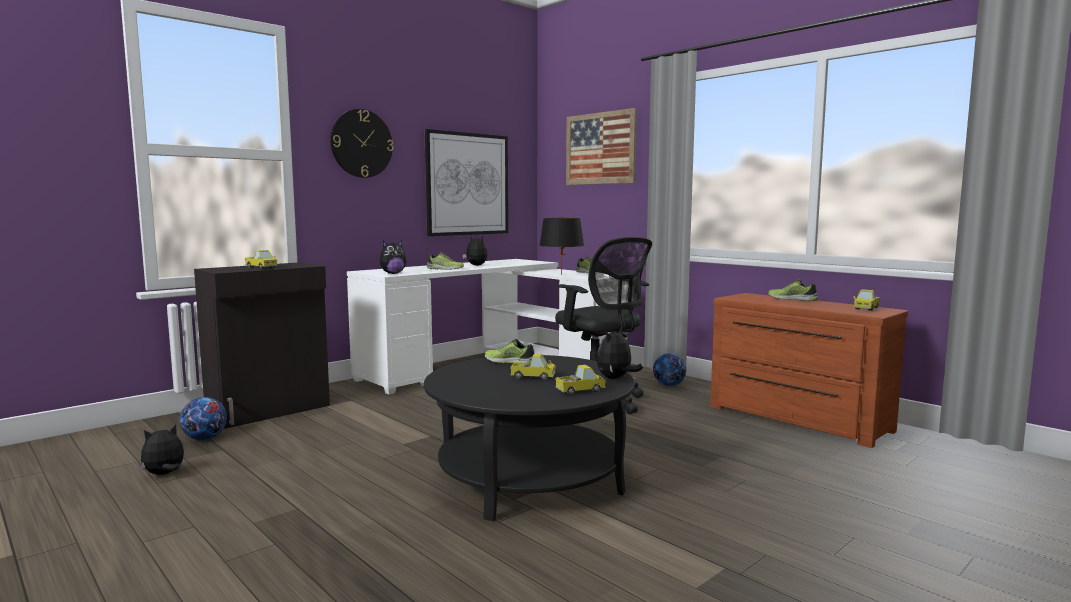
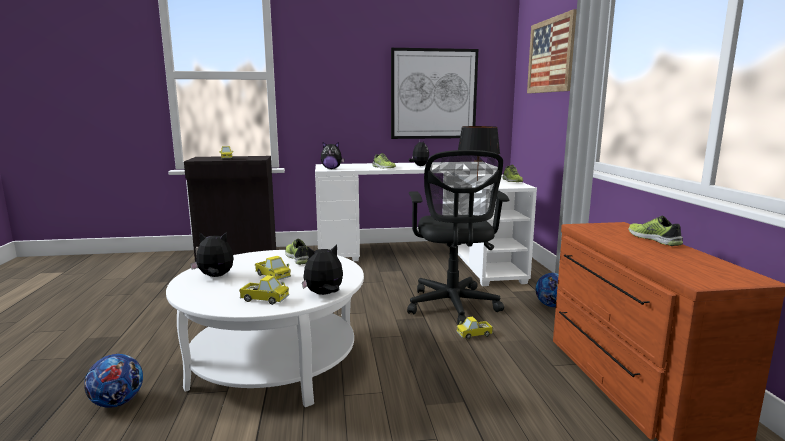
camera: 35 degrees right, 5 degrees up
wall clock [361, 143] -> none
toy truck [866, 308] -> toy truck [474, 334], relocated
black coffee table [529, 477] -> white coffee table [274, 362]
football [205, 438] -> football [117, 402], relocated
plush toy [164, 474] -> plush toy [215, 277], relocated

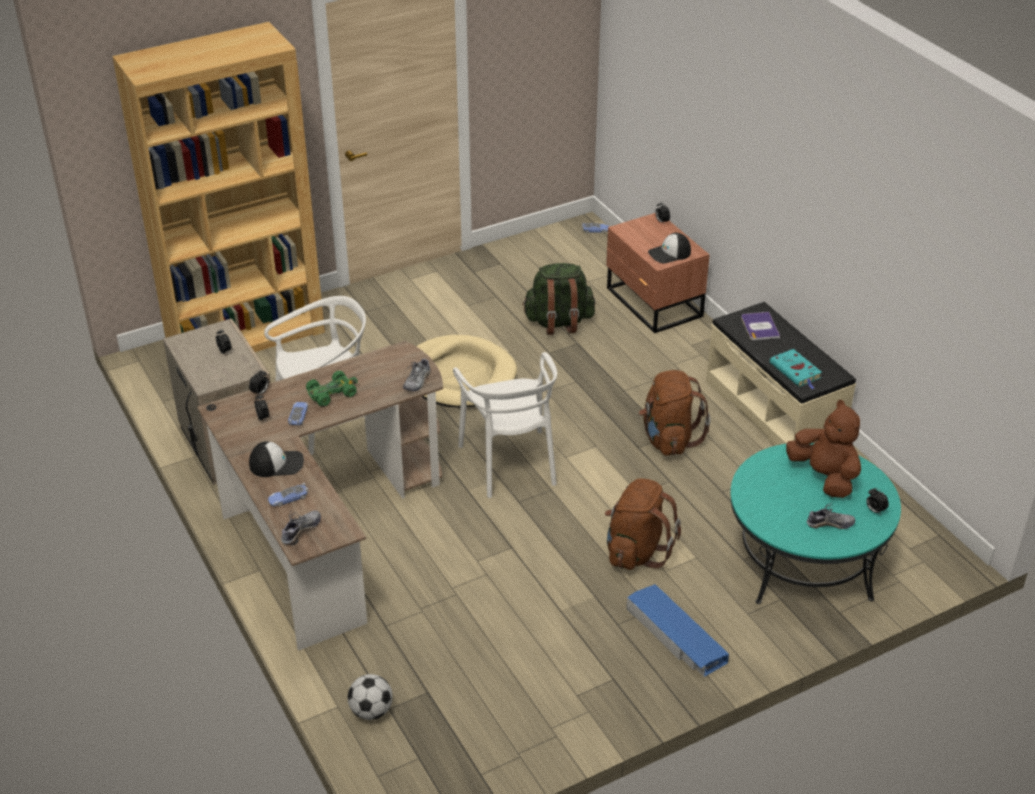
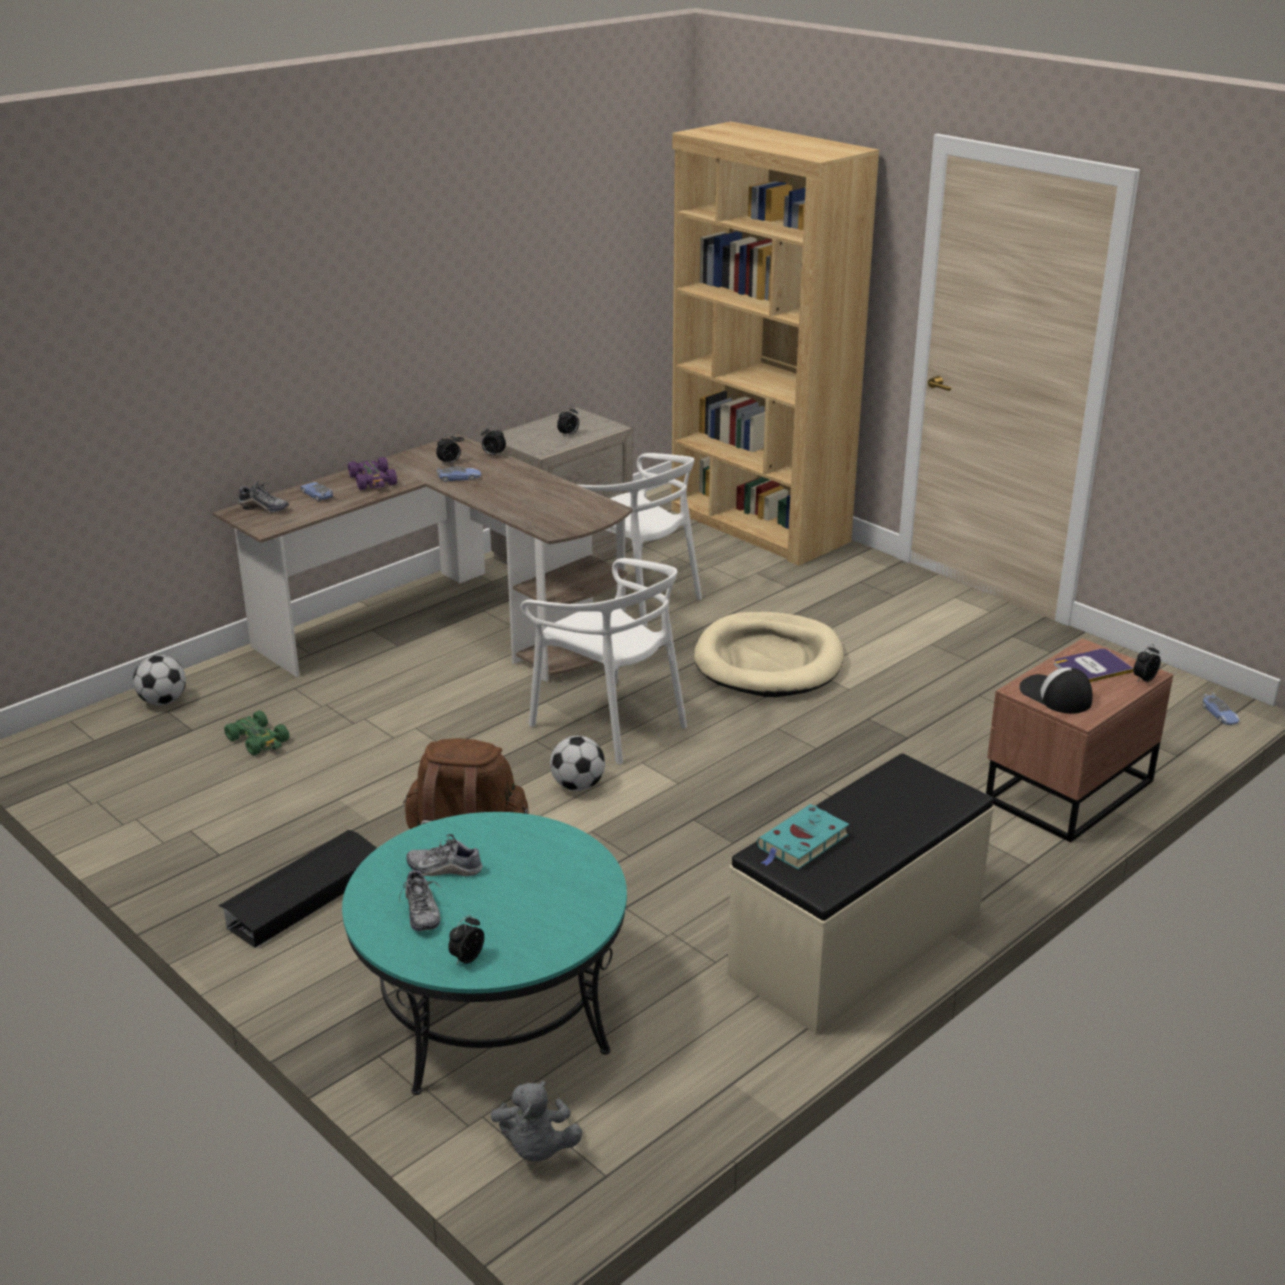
camera: 75 degrees right, 10 degrees down
green backpack [559, 322] -> none
book [759, 327] -> book [1092, 667], relocated
white chair [510, 463] -> white chair [610, 723], 105 degrees counterclockwise
shoe [417, 381] -> shoe [444, 868], relocated
brown backpack [669, 439] -> none
green toy car [332, 393] -> green toy car [258, 740], relocated
brown plush toy [824, 477] -> none
cap [277, 463] -> purple toy car [373, 481]
blue storage box [676, 636] -> black storage box [304, 896]
none -> football [577, 786]
none -> grey plush toy [536, 1148]

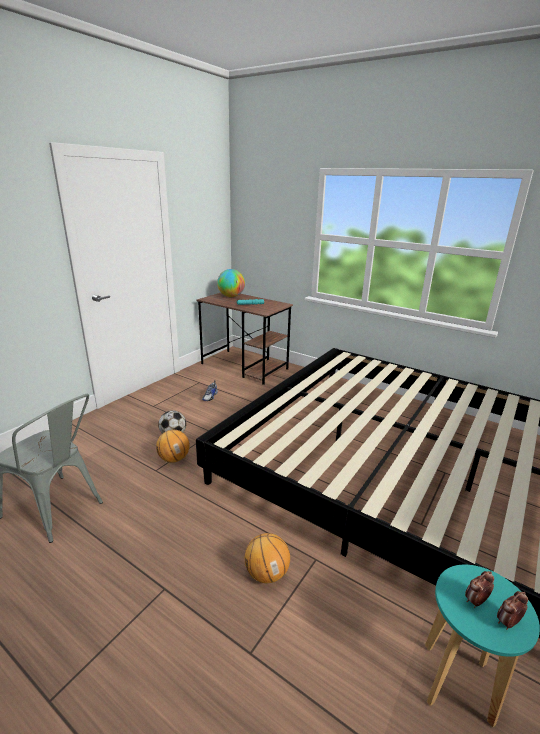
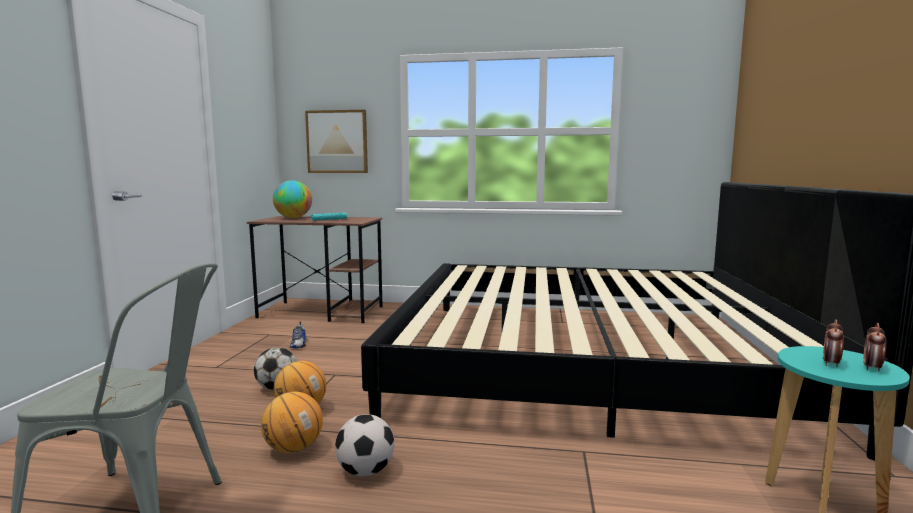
camera: 25 degrees left, 15 degrees down
basketball [266, 573] -> basketball [293, 449], relocated
none -> picture [337, 142]
none -> football [365, 471]

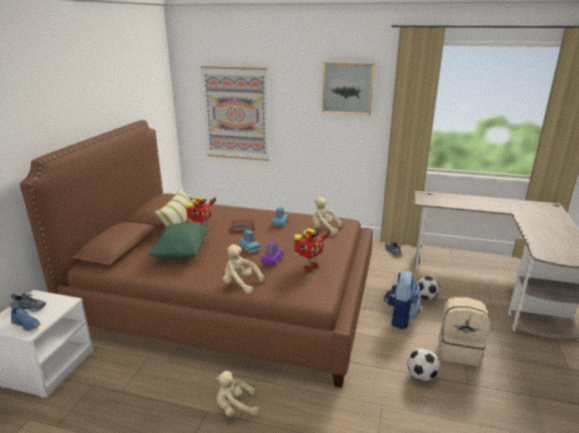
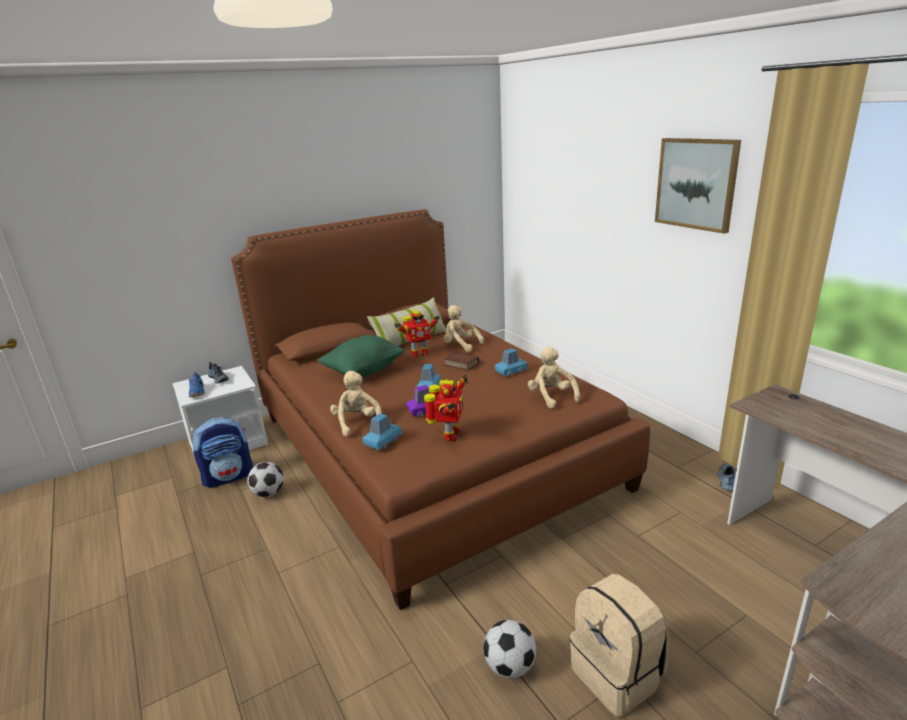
camera: 45 degrees right, 0 degrees up
picture [236, 114] -> none
toy robot [309, 267] -> toy robot [449, 435], 75 degrees counterclockwise
backpack [399, 317] -> backpack [229, 477], relocated
football [425, 298] -> football [268, 493], relocated
beige plush toy [235, 407] -> beige plush toy [460, 345], relocated
none -> blue toy car [383, 441]

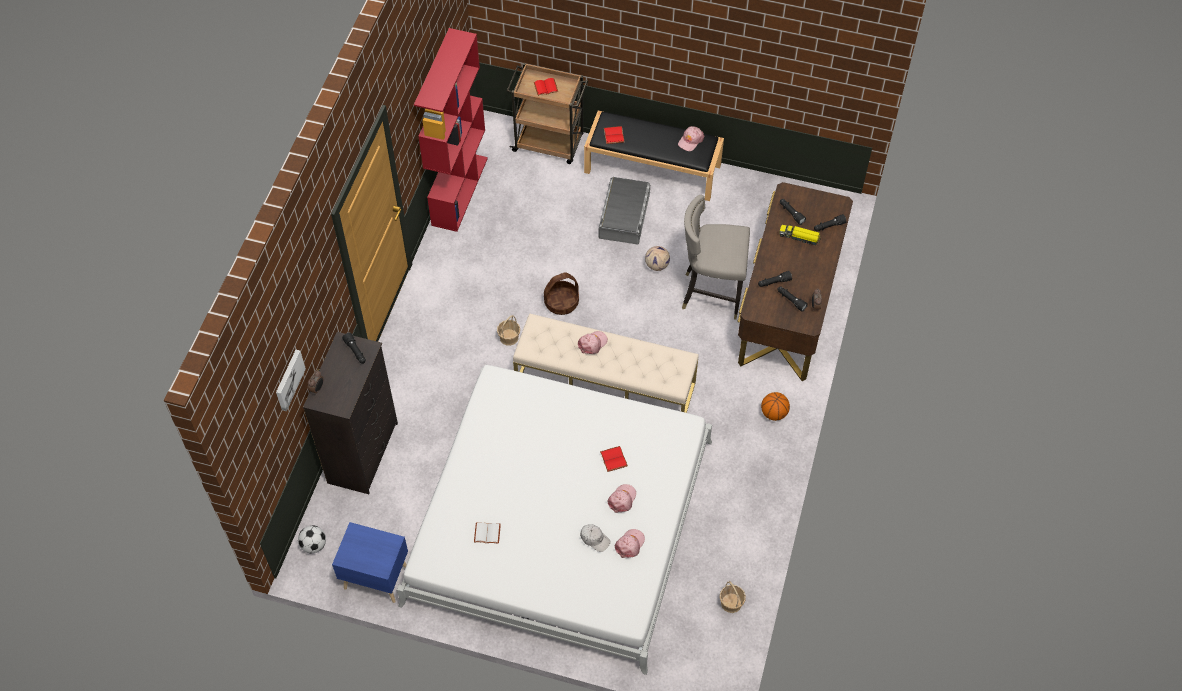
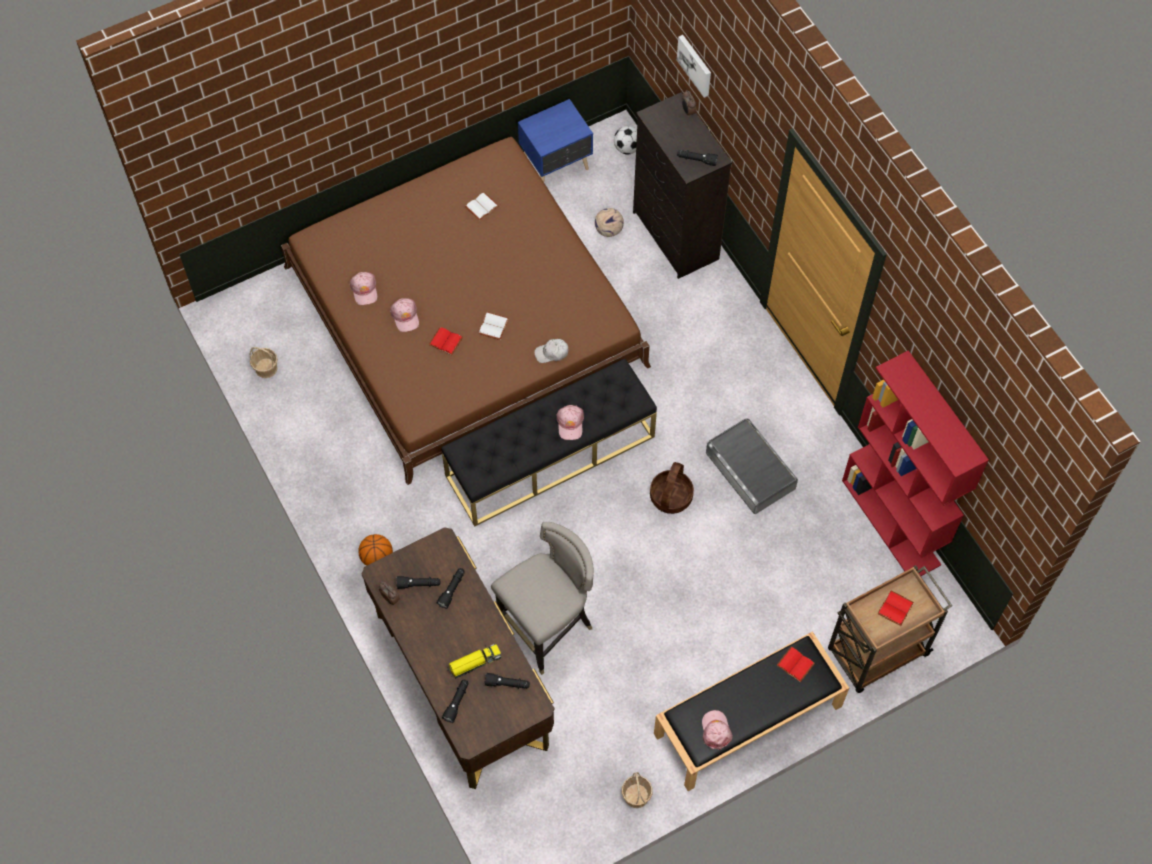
camera: 135 degrees right, 5 degrees up
grey storage box [624, 215] -> grey storage box [750, 470], relocated
football [657, 265] -> football [608, 230], relocated
beige bench [605, 384] -> black bench [550, 456]
basket [509, 337] -> basket [636, 796], relocated
white bed [560, 521] -> brown bed [464, 316]
white cap [594, 539] -> white cap [552, 353], relocated
none -> white book [494, 327]

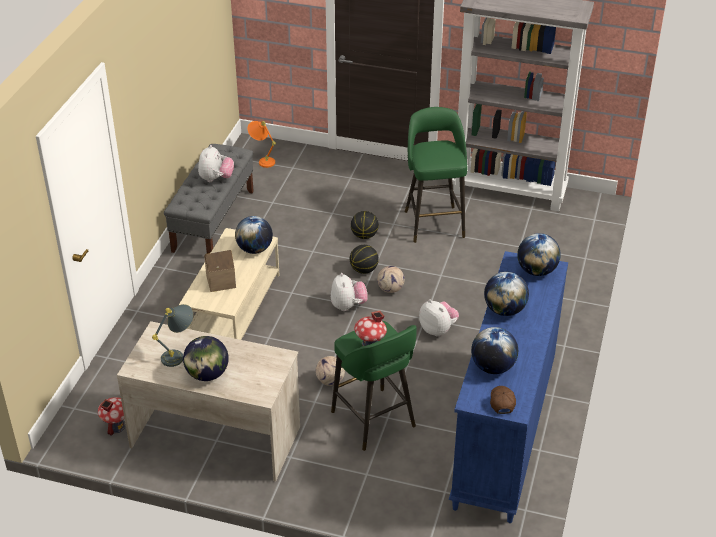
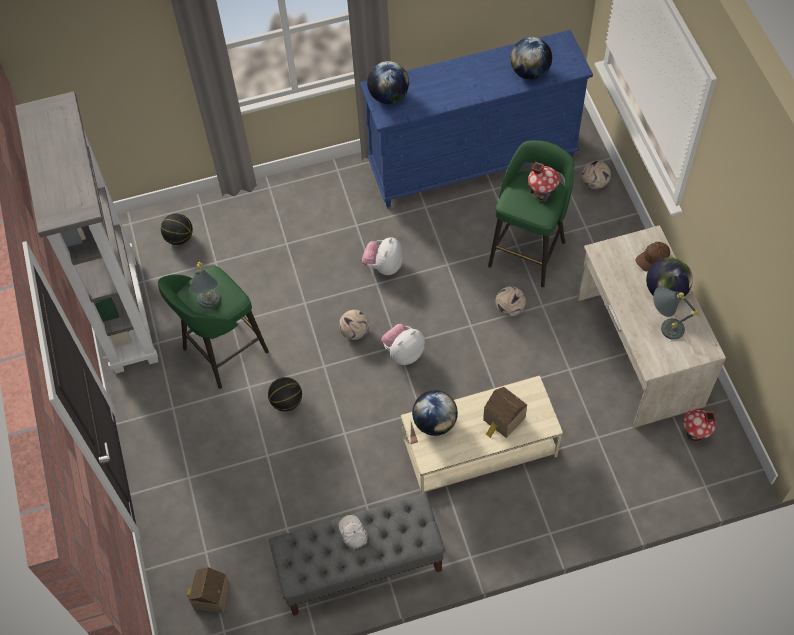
camera: 120 degrees left, 20 degrees up
orange table lamp [262, 160] -> toy house [210, 596]
plush toy [216, 179] -> white cap [353, 534]
basketball [364, 270] -> basketball [179, 237], relocated
globe [504, 310] -> none
brown cap [502, 402] -> brown cap [652, 259], relocated
none -> football [595, 183]
none -> grey table lamp [210, 306]

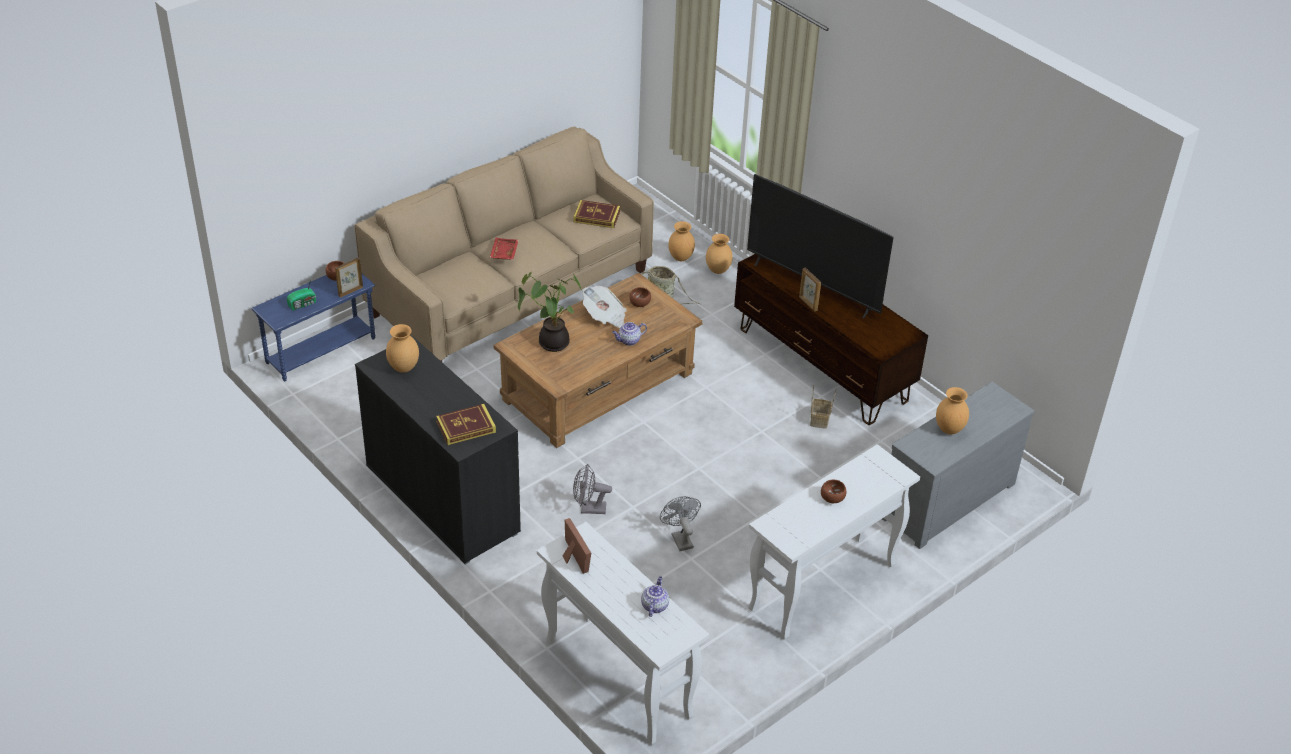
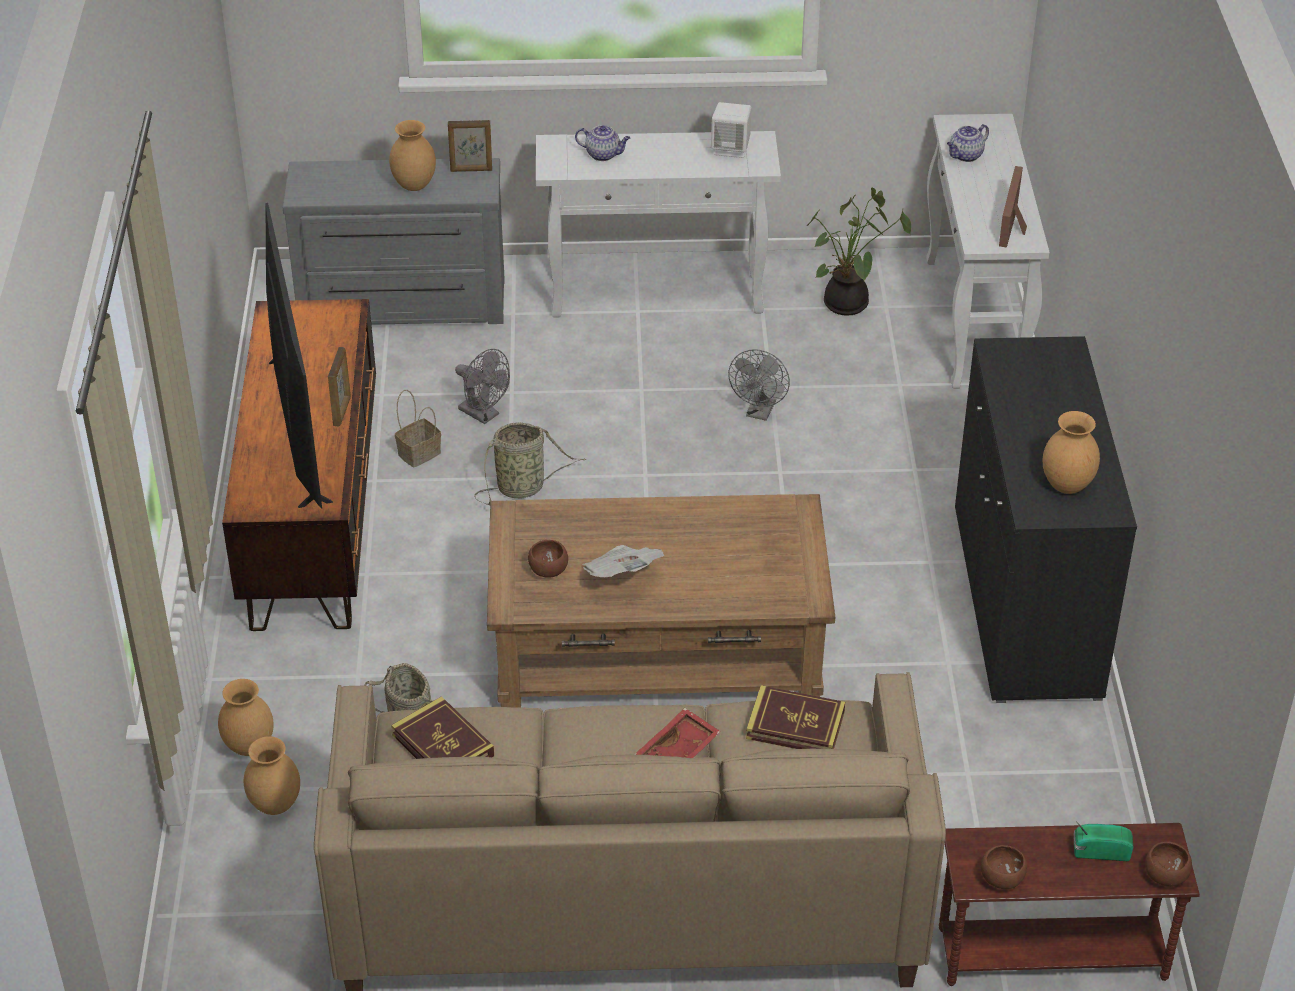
camera: 140 degrees left, 0 degrees up
picture frame [350, 291] -> picture frame [471, 170], relocated
potted plant [551, 342] -> potted plant [848, 306], relocated
blue side table [320, 351] -> brown side table [1052, 955]
teapot [629, 341] -> teapot [603, 154], relocated
book [466, 427] -> book [795, 725], relocated
grey fan [589, 509] -> grey fan [484, 414], relocated
brown bowl [833, 499] -> brown bowl [1164, 875], relocated
none -> white speaker [731, 149]
none -> basket [524, 487]

